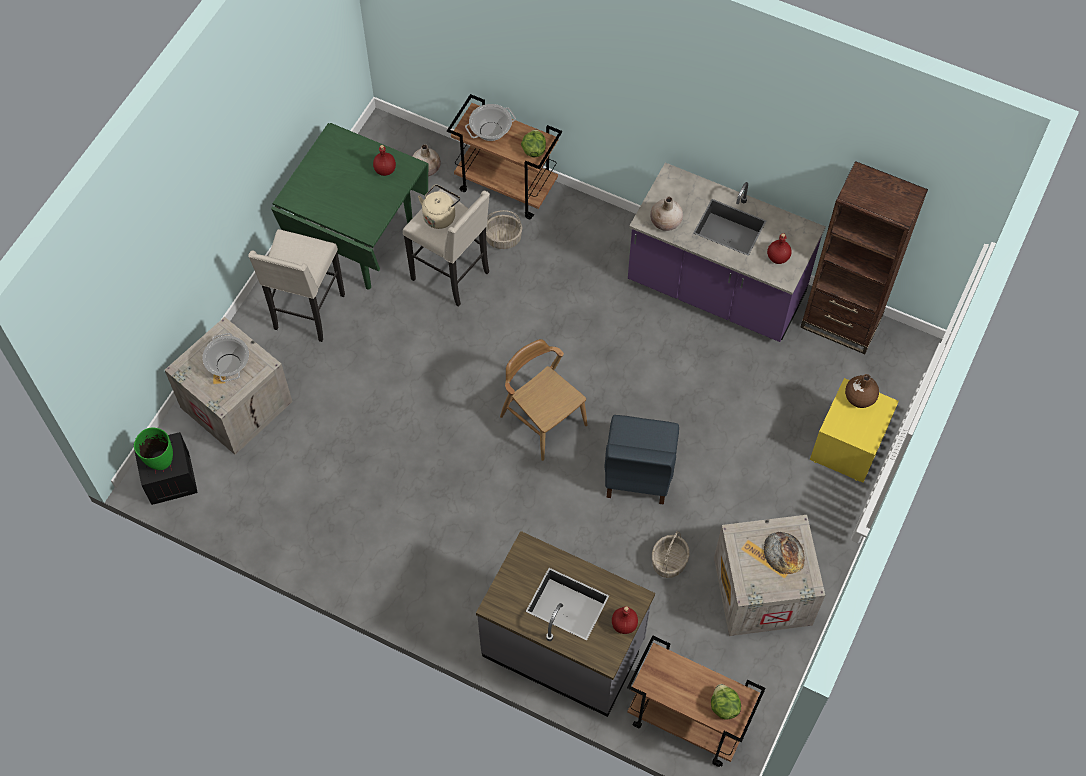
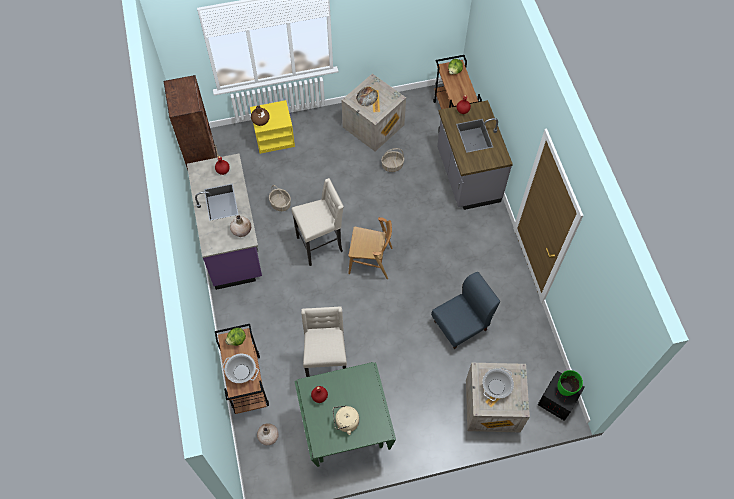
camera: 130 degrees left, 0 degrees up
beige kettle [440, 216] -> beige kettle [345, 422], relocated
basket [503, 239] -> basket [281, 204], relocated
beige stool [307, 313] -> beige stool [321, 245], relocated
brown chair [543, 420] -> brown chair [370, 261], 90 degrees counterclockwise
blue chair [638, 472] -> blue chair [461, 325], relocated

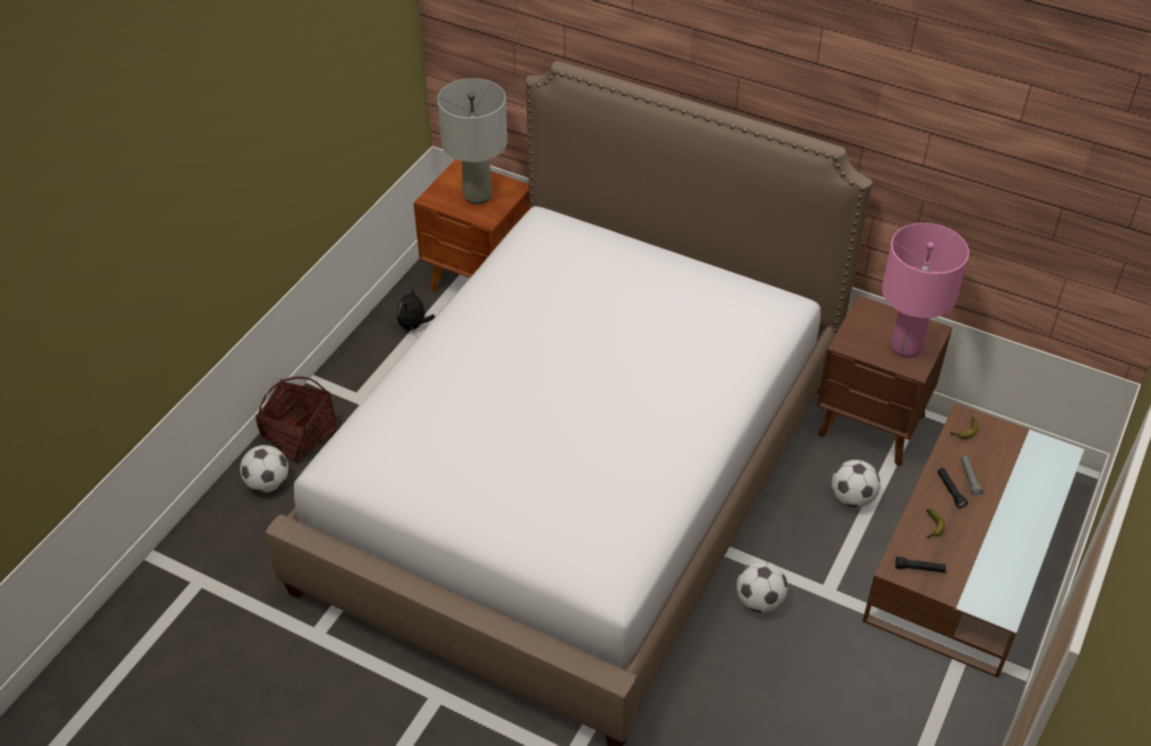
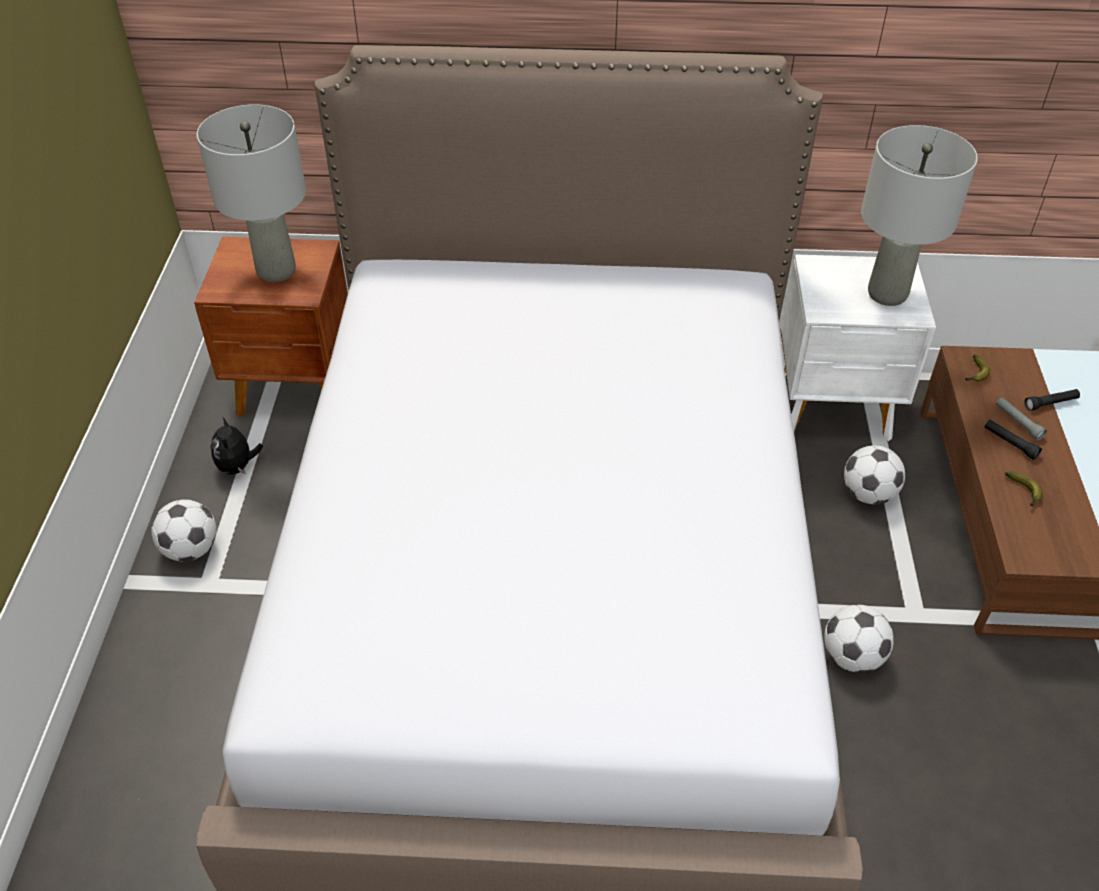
camera: 25 degrees left, 0 degrees up
pink table lamp [906, 347] -> grey table lamp [888, 294]
brown nightstand [872, 427] -> white nightstand [834, 408]
basket [300, 436] -> none
football [268, 483] -> football [191, 549], relocated
black flashlight [919, 569] -> black flashlight [1050, 403], relocated

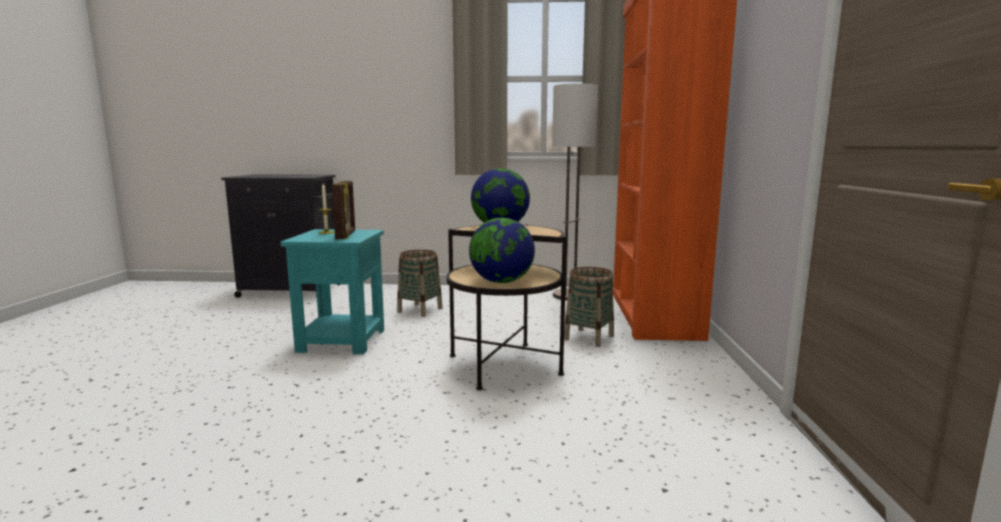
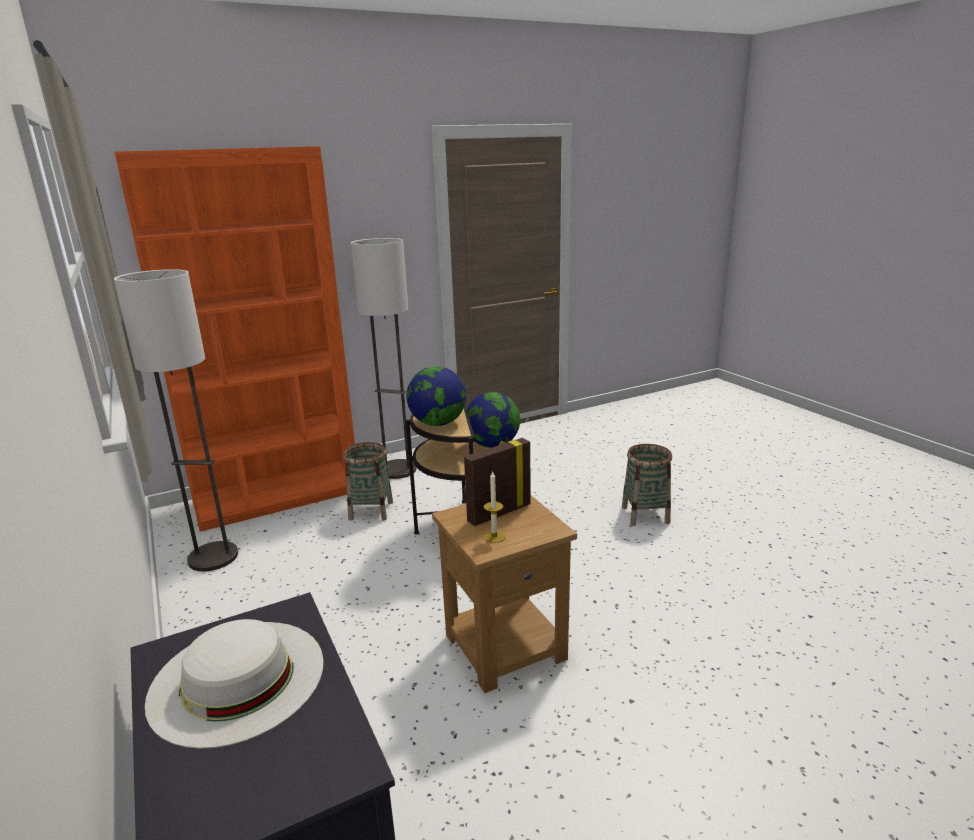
camera: 120 degrees left, 10 degrees up
turquoise side table [342, 341] -> brown side table [506, 646]
basket [419, 310] -> basket [645, 515], relocated
none -> floor lamp [397, 470]
none -> white hat [237, 679]

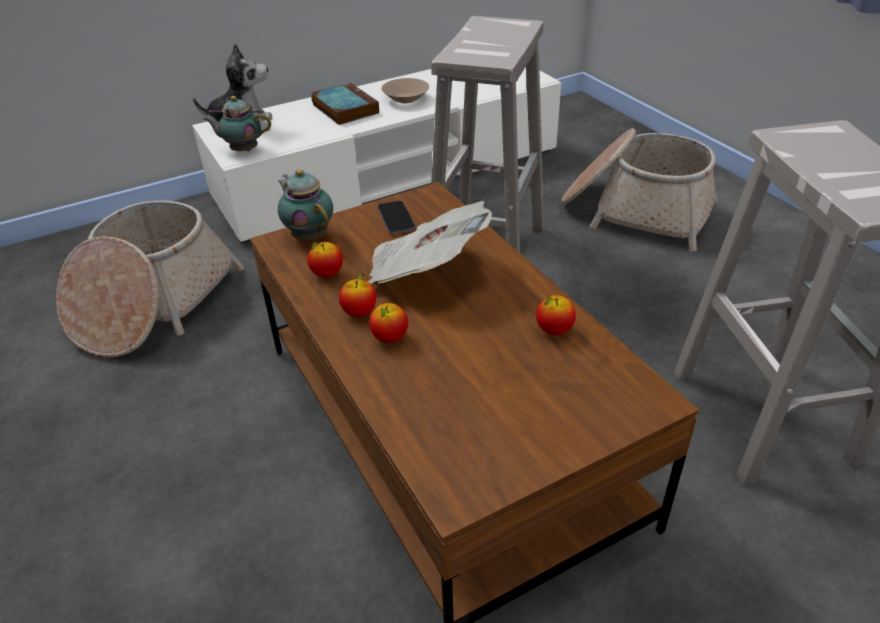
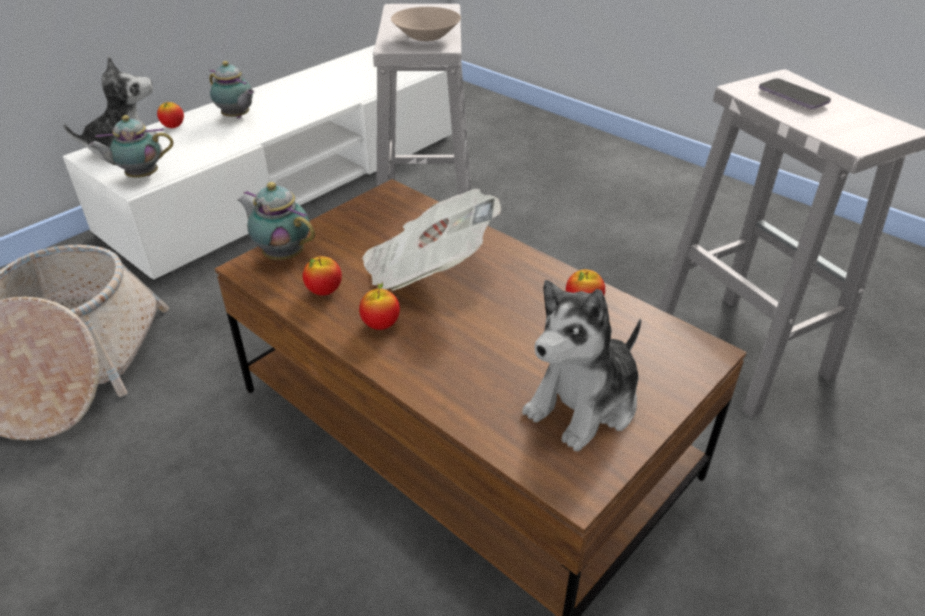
camera: 20 degrees left, 0 degrees up
beige bowl [405, 99] -> beige bowl [425, 36], relocated
book [344, 108] -> teapot [237, 117]
basket [636, 210] -> none
phone [396, 219] -> phone [793, 96], relocated
apple [390, 338] -> apple [173, 127], relocated
none -> plush toy [584, 404]

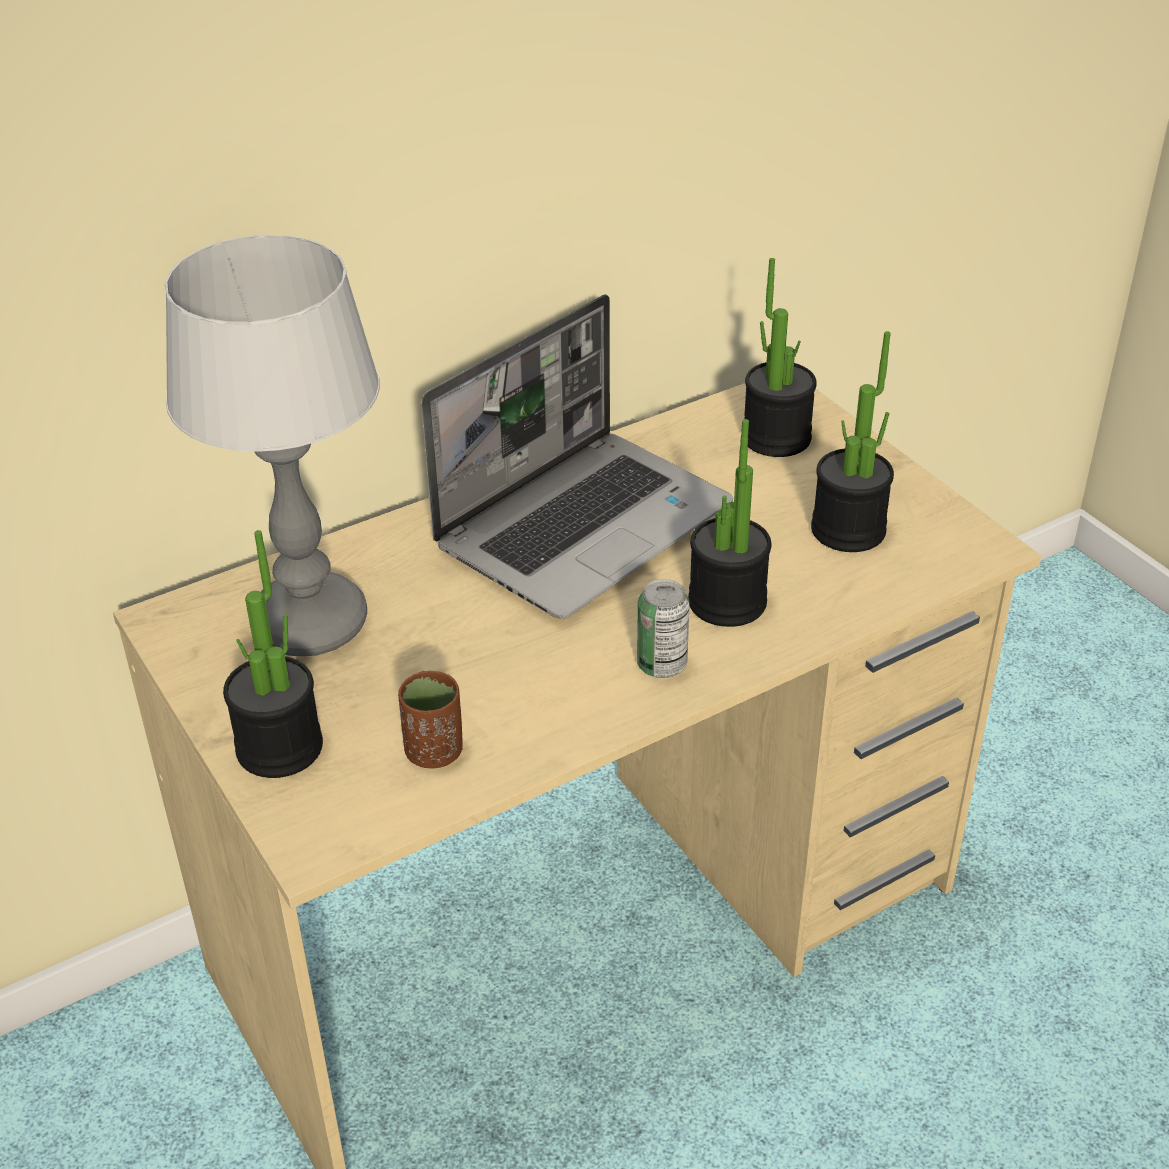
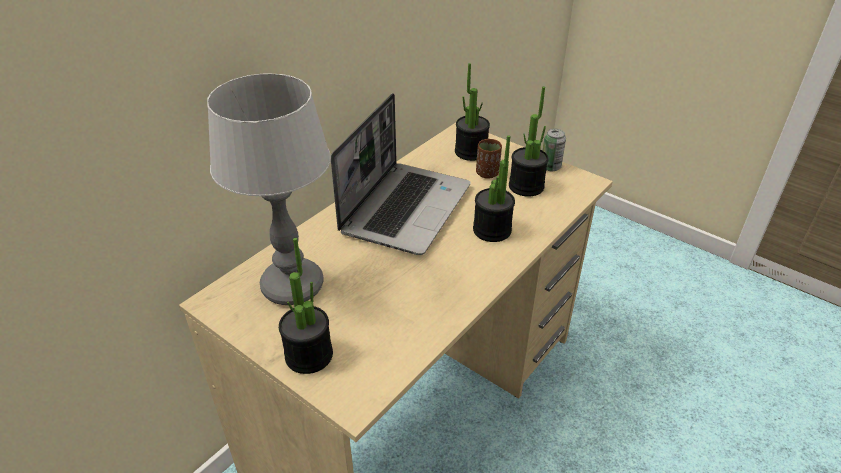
camera: 20 degrees left, 0 degrees up
can [662, 665] -> can [550, 167], relocated
brown cup [434, 752] -> brown cup [487, 173], relocated

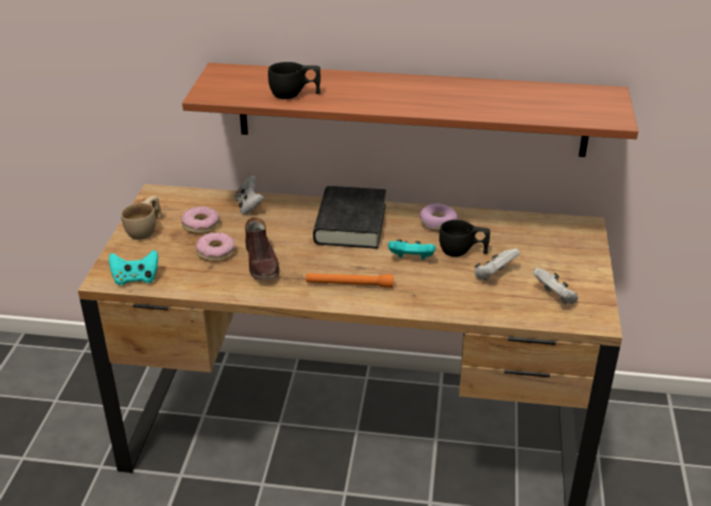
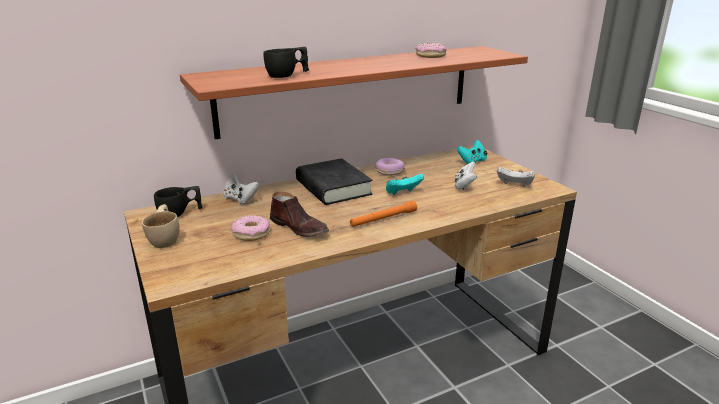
camera: 35 degrees left, 10 degrees down
donut [201, 225] -> donut [430, 55], relocated
black cup [463, 252] -> black cup [180, 213], relocated
turquoise game controller [136, 279] -> turquoise game controller [472, 161], relocated

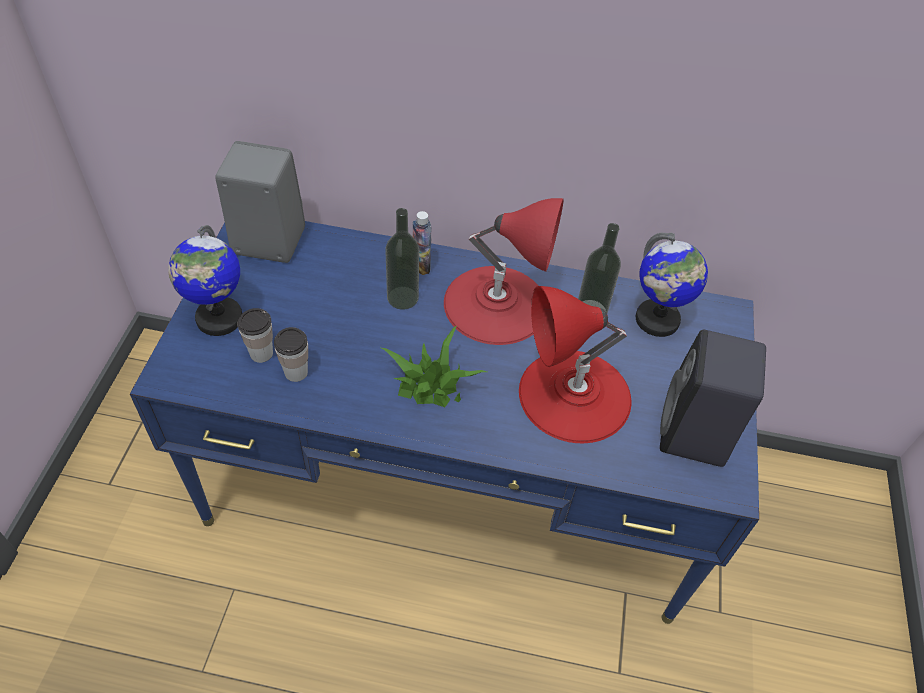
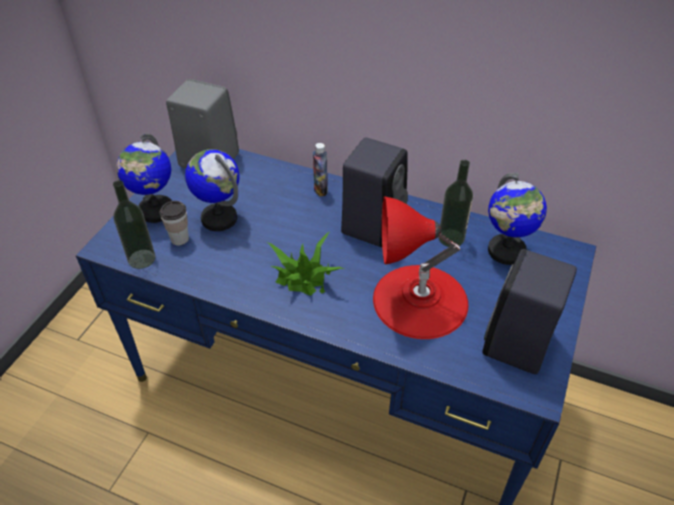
camera: 15 degrees right, 5 degrees down
red table lamp [496, 303] -> black speaker [373, 224]
bottle [402, 298] -> bottle [142, 259], relocated
cup [296, 372] -> none
none -> globe [219, 218]

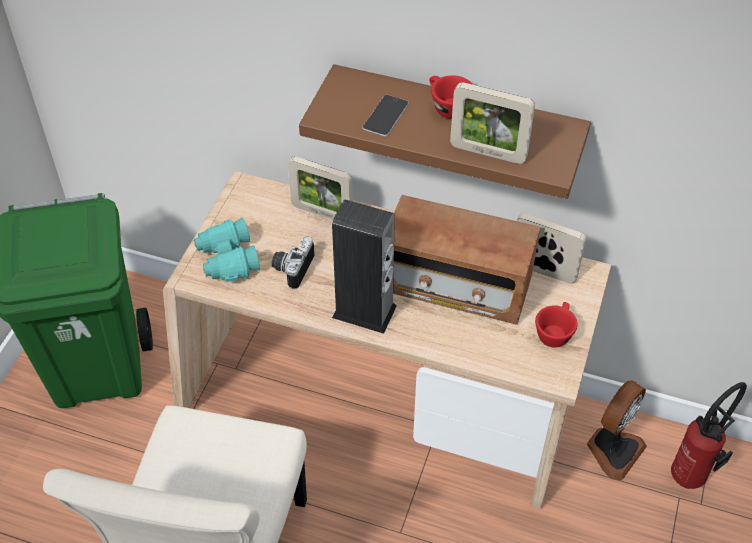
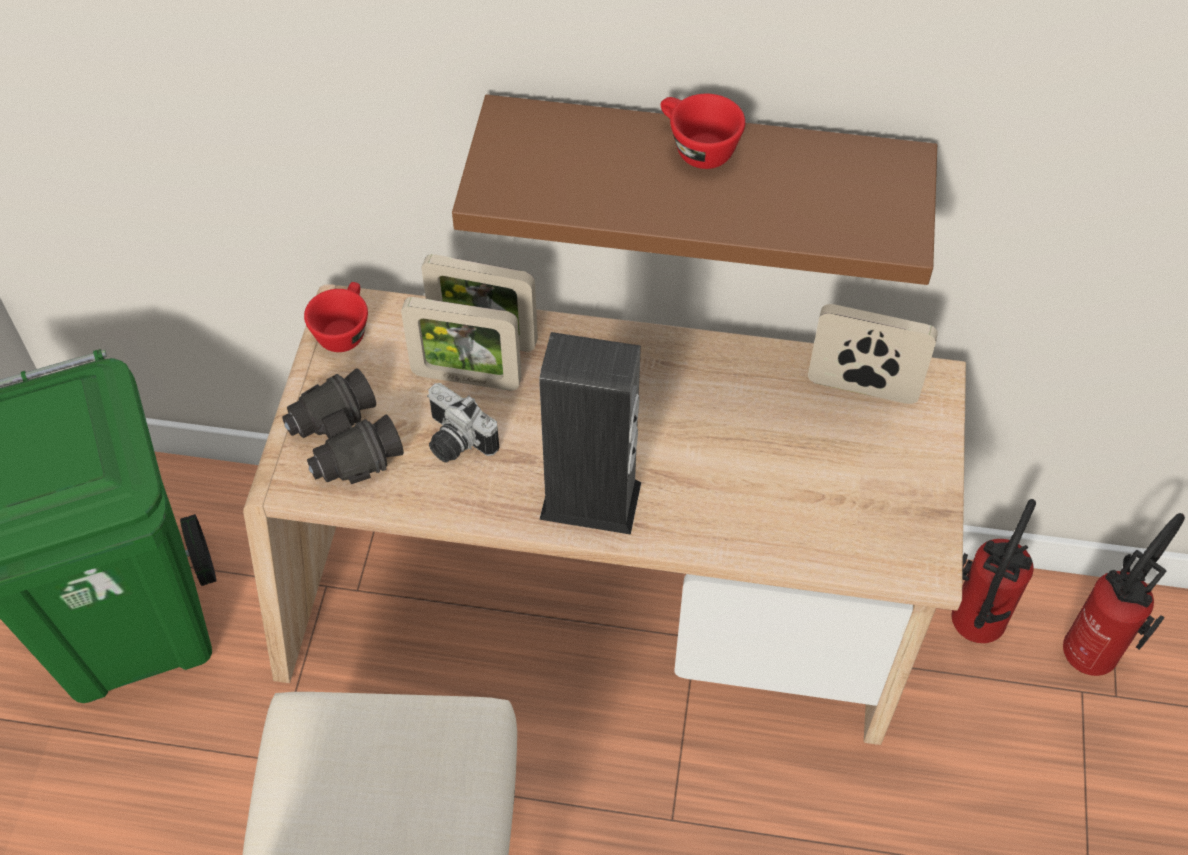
camera: 10 degrees left, 5 degrees up
picture frame [488, 152] -> picture frame [466, 378], relocated
phone [385, 115] -> none
radio [456, 285] -> none
turquoise binoculars [227, 260] -> black binoculars [344, 443]
photo camera [291, 268] -> photo camera [454, 442], 60 degrees counterclockwise
red cup [554, 332] -> red cup [343, 330], relocated
fan [613, 449] -> fire extinguisher [969, 631]

